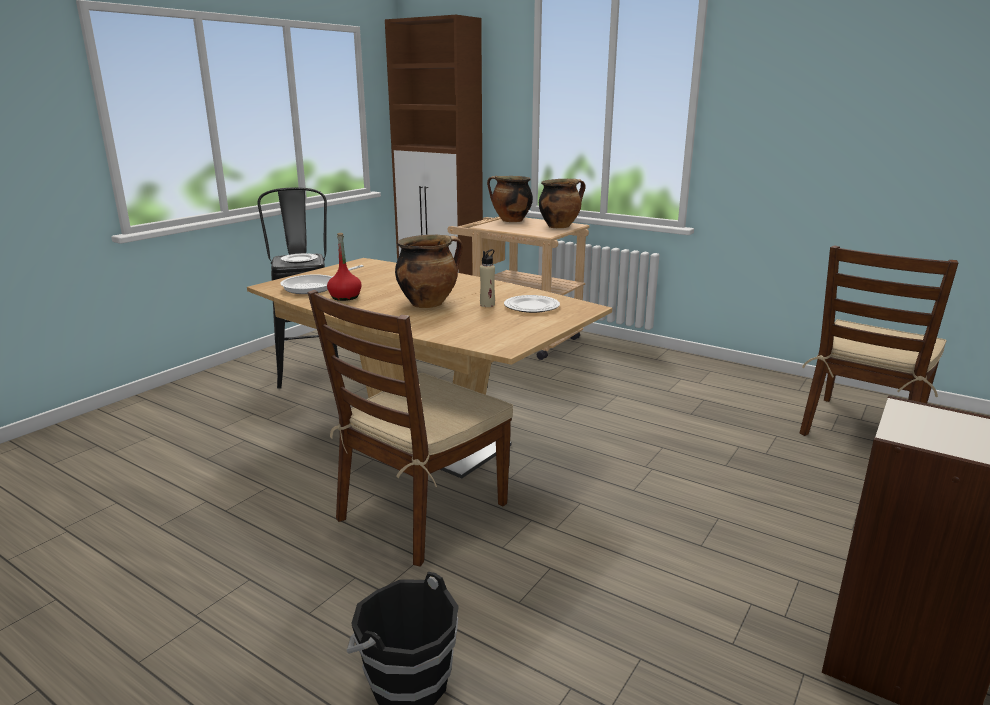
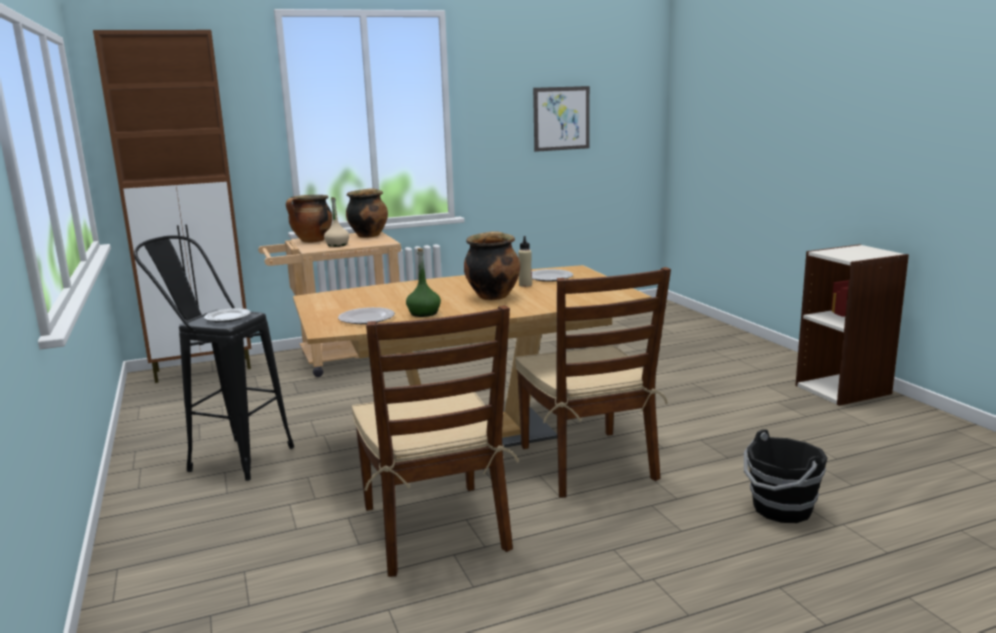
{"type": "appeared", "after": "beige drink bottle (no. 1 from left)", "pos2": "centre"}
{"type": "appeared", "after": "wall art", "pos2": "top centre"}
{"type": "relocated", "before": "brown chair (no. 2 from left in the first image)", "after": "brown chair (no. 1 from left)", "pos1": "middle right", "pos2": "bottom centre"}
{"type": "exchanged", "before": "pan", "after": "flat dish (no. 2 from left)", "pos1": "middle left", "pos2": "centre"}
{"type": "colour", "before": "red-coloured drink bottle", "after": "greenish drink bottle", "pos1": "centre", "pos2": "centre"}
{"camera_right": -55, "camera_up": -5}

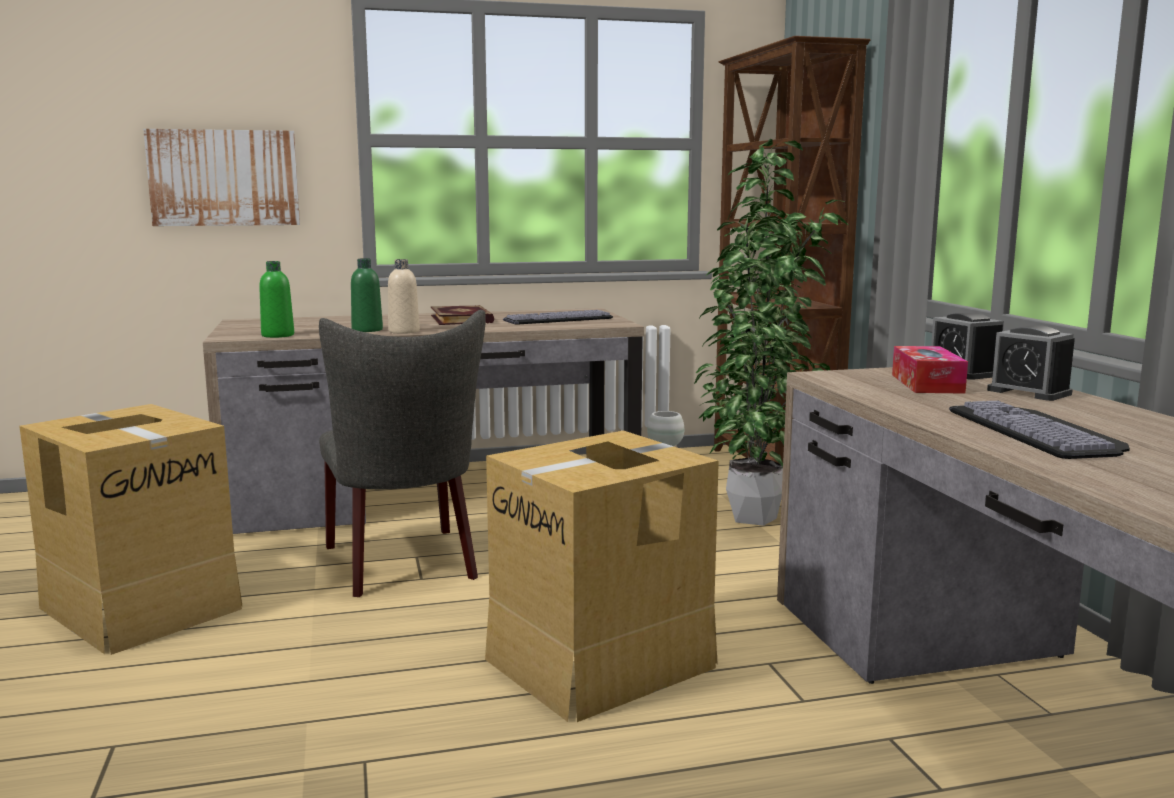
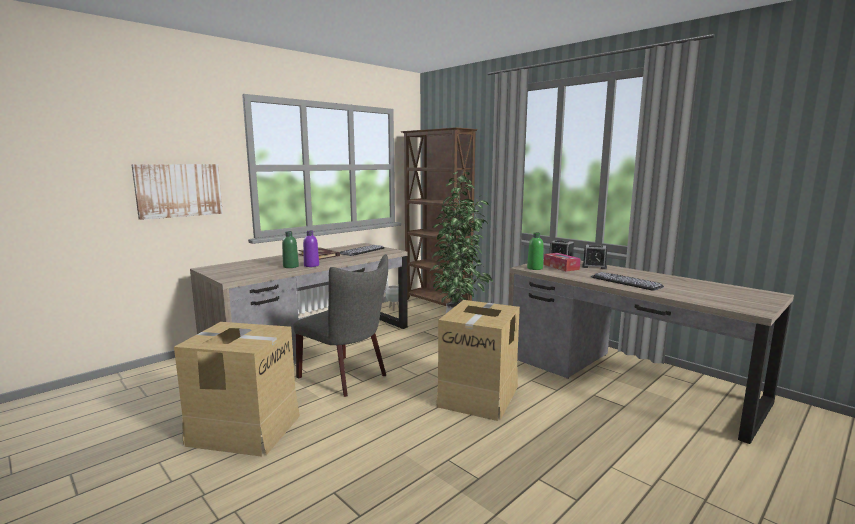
{"type": "relocated", "before": "greenish drink bottle (no. 1 from left in the first image)", "after": "greenish drink bottle (no. 2 from left)", "pos1": "middle left", "pos2": "centre"}
{"type": "colour", "before": "beige drink bottle", "after": "purplish drink bottle", "pos1": "centre", "pos2": "centre"}
{"camera_right": -30, "camera_up": 0}

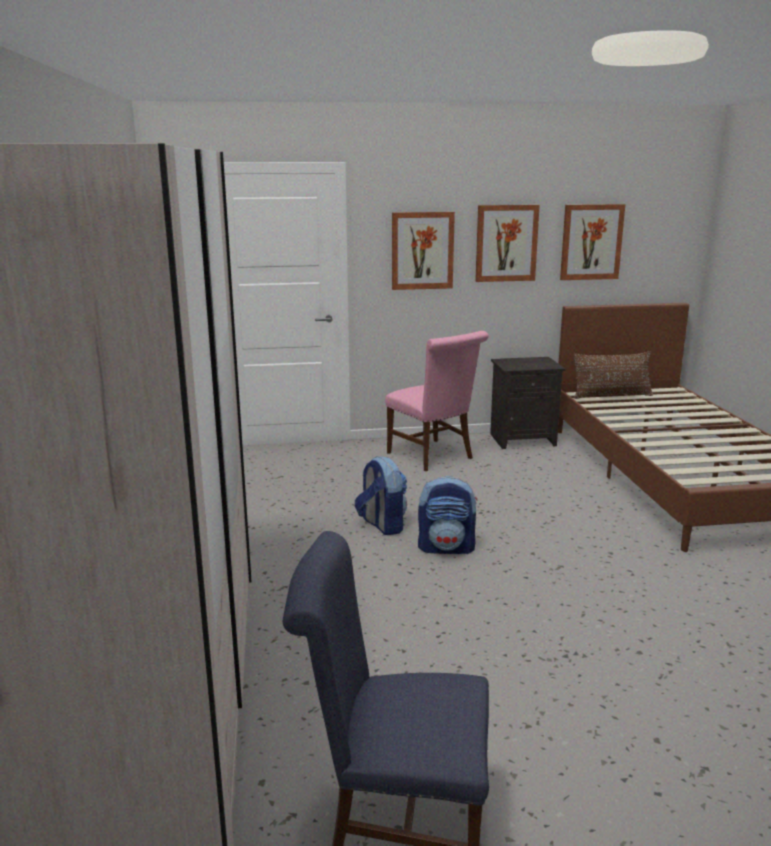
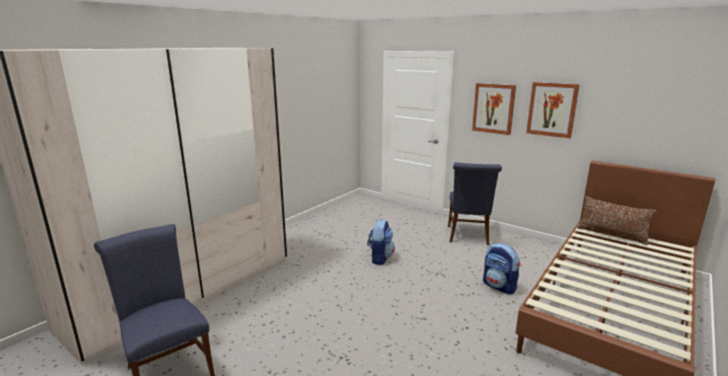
{"type": "missing", "before": "blackish night table", "pos1": "middle right"}
{"type": "missing", "before": "wall art (no. 3 from left)", "pos1": "top right"}
{"type": "relocated", "before": "knapsack (no. 2 from left)", "pos1": "centre", "pos2": "bottom right"}
{"type": "colour", "before": "pink chair", "after": "blue chair (no. 2 from left)", "pos1": "centre", "pos2": "centre"}
{"camera_right": 45, "camera_up": 0}

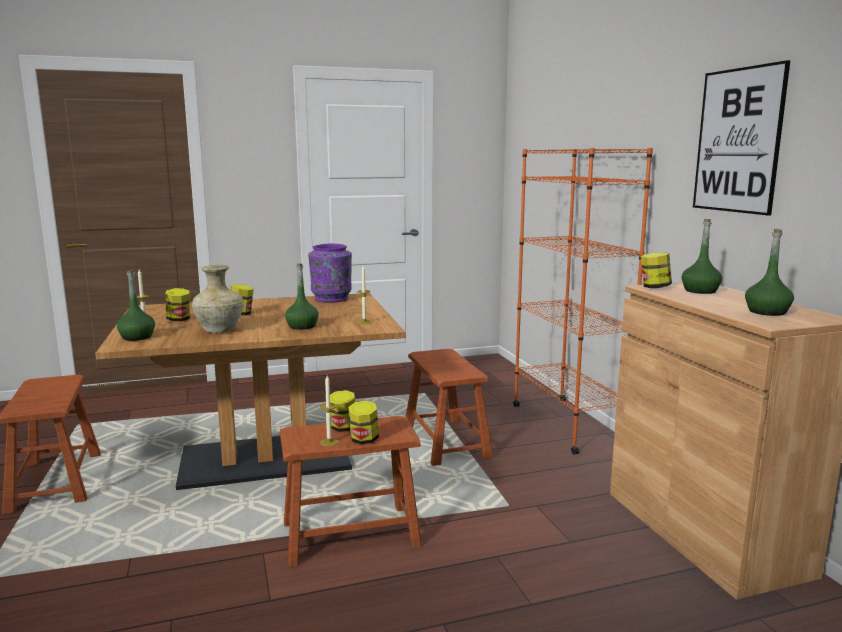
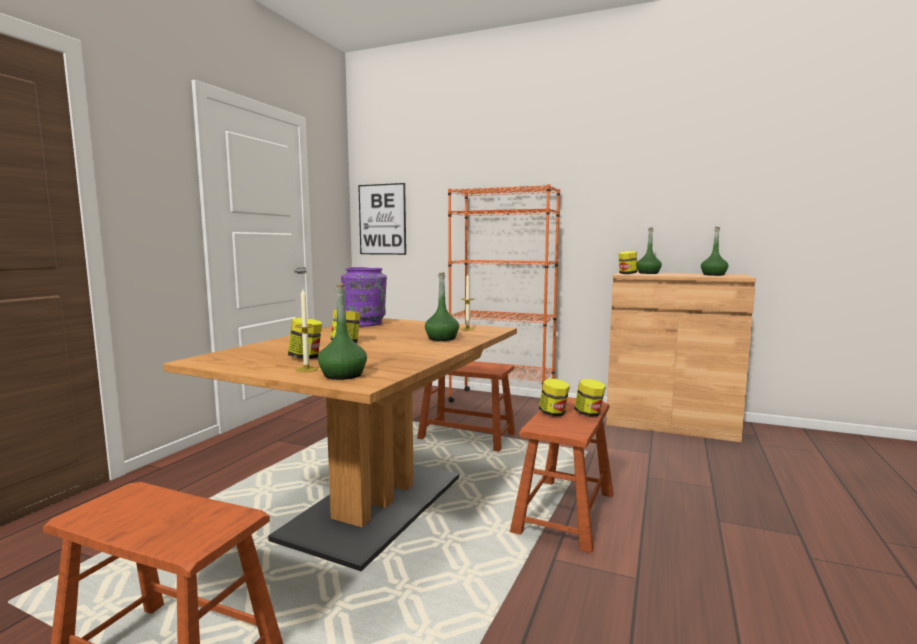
{"type": "missing", "before": "beige vase", "pos1": "middle left"}
{"type": "missing", "before": "wax candle (no. 2 from left)", "pos1": "centre"}
{"type": "relocated", "before": "wall art", "pos1": "top right", "pos2": "centre"}
{"camera_right": -50, "camera_up": -5}

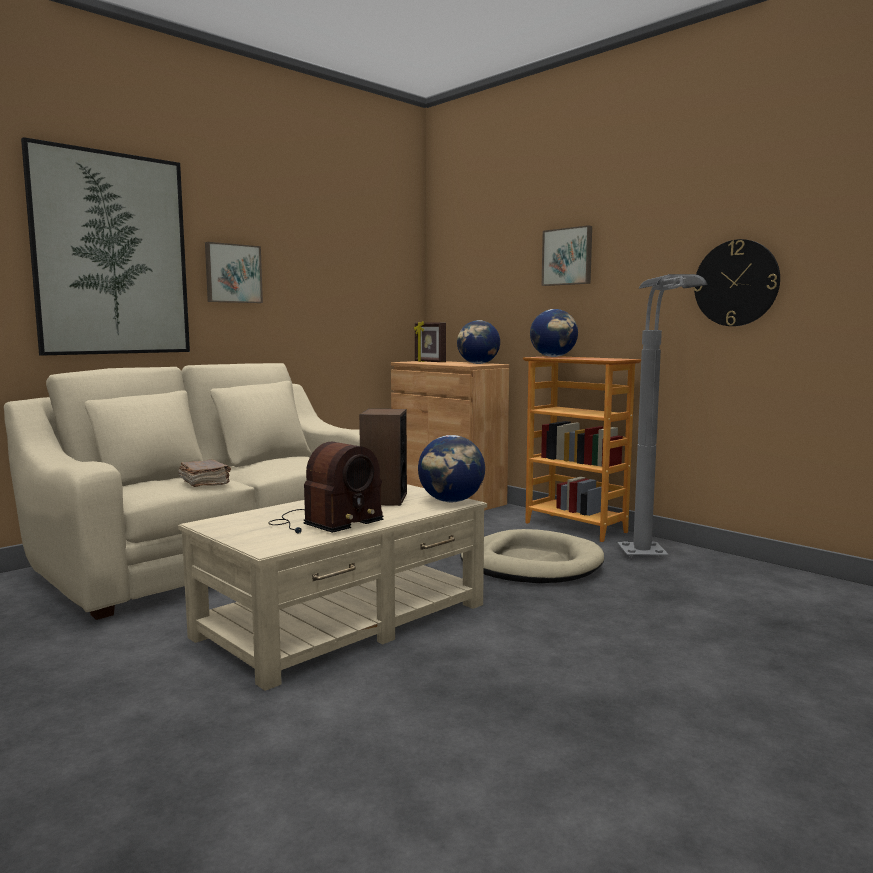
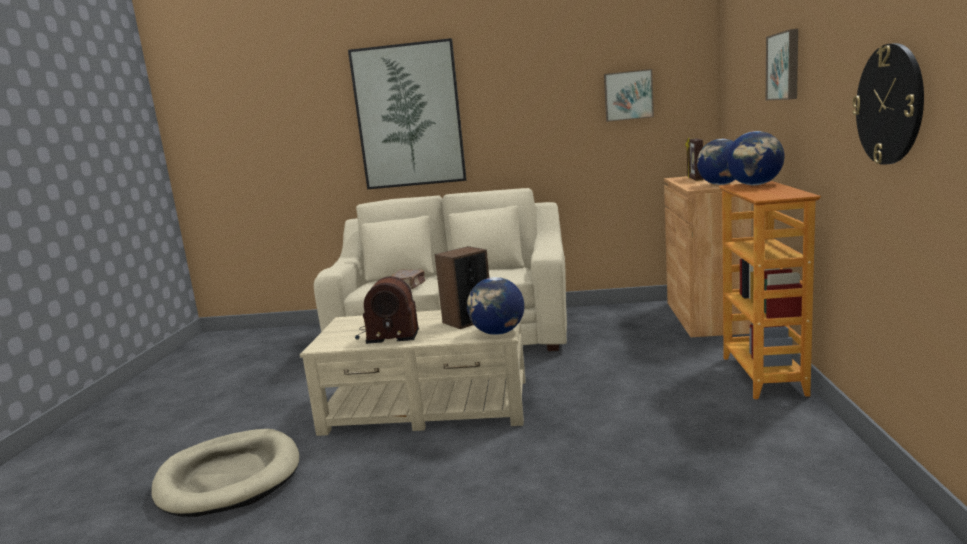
{"type": "missing", "before": "gray floor lamp", "pos1": "middle right"}
{"type": "relocated", "before": "wall art (no. 2 from left)", "pos1": "top left", "pos2": "top centre"}
{"type": "relocated", "before": "beige dog cushion", "pos1": "centre", "pos2": "bottom left"}
{"camera_right": 50, "camera_up": 5}

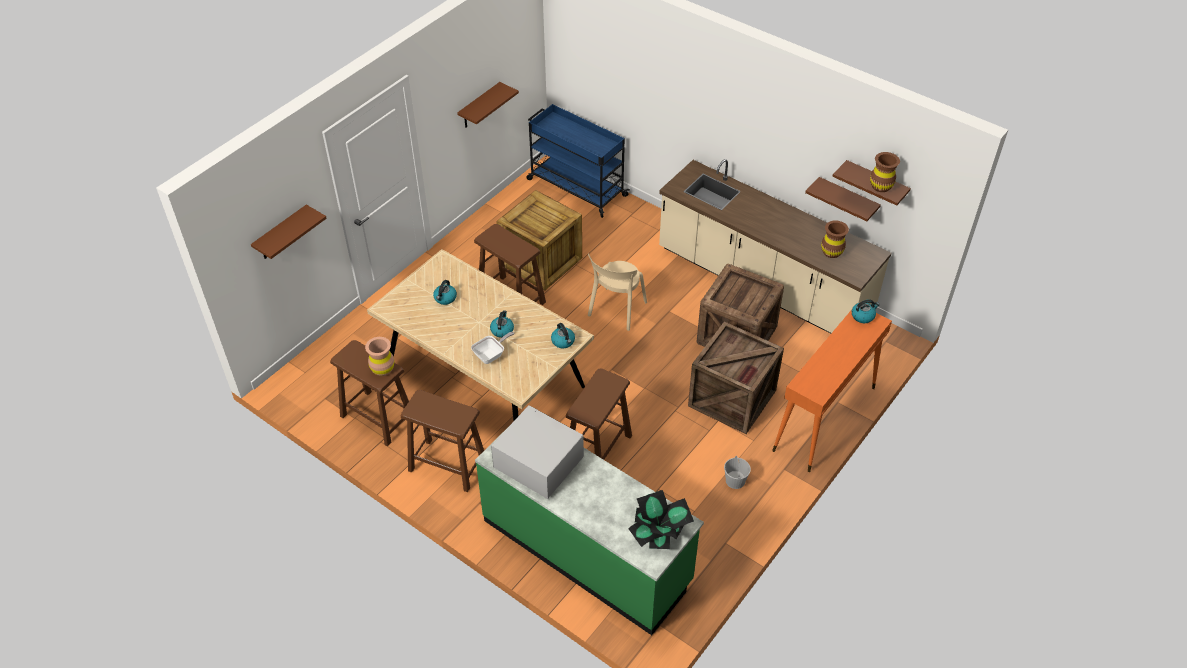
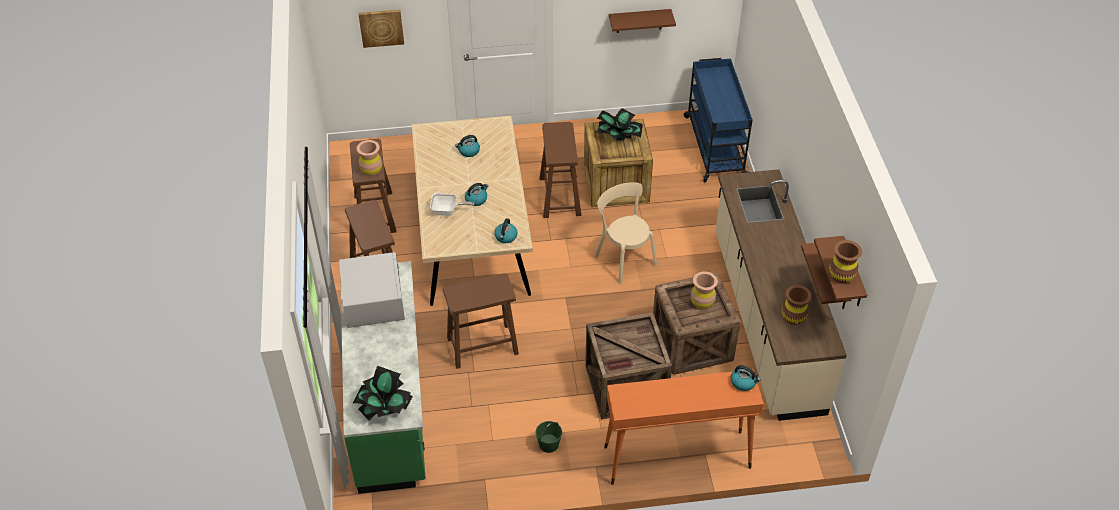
{"type": "appeared", "after": "houseplant (no. 2 from left)", "pos2": "top centre"}
{"type": "appeared", "after": "brown vase (no. 2 from left)", "pos2": "centre"}
{"type": "exchanged", "before": "brown wall shelf (no. 1 from left)", "after": "wall art", "pos1": "middle left", "pos2": "top centre"}
{"type": "colour", "before": "white water bucket", "after": "greenish water bucket", "pos1": "bottom centre", "pos2": "bottom centre"}
{"type": "spun", "before": "beige chair", "pos1": "centre", "pos2": "centre", "turn": 75}
{"camera_right": 45, "camera_up": 0}

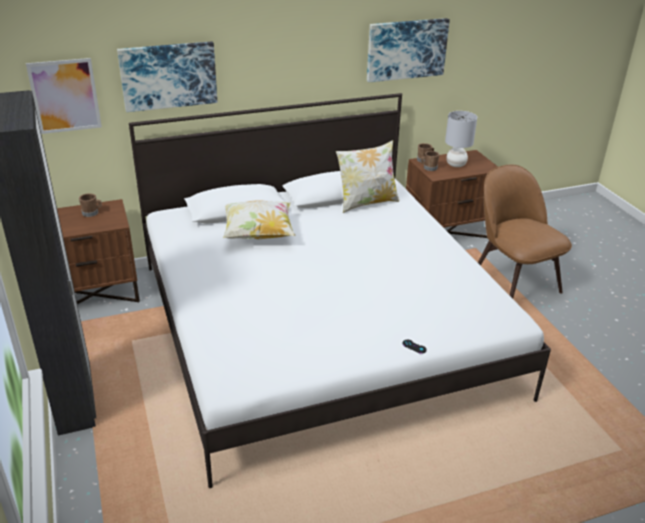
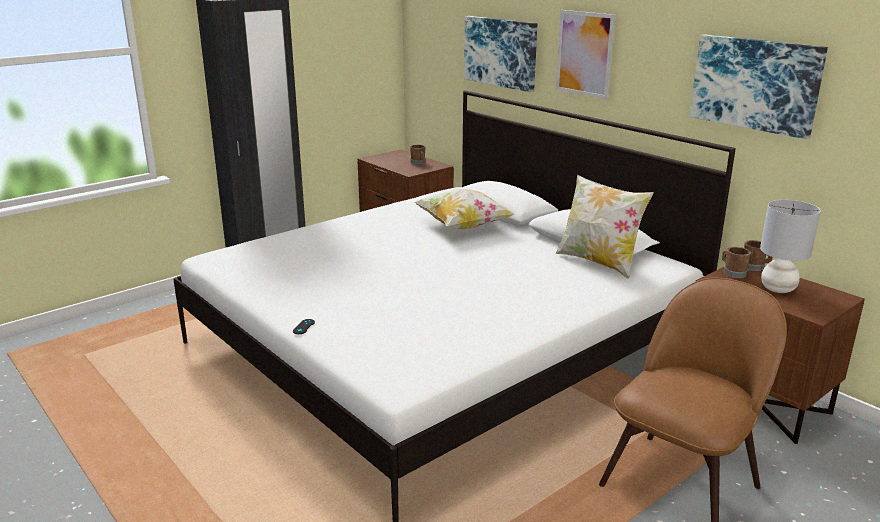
{"type": "relocated", "before": "wall art (no. 1 from left in the first image)", "after": "wall art (no. 2 from left)", "pos1": "top left", "pos2": "top centre"}
{"camera_right": 70, "camera_up": -10}

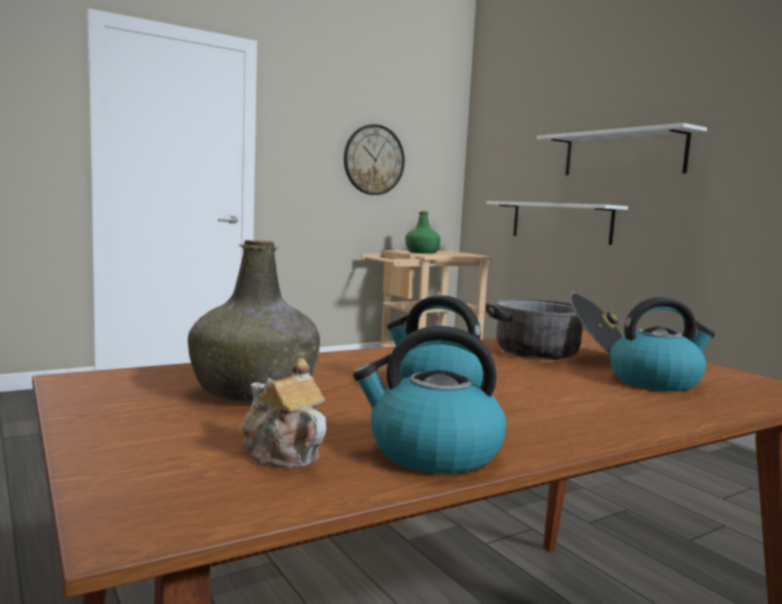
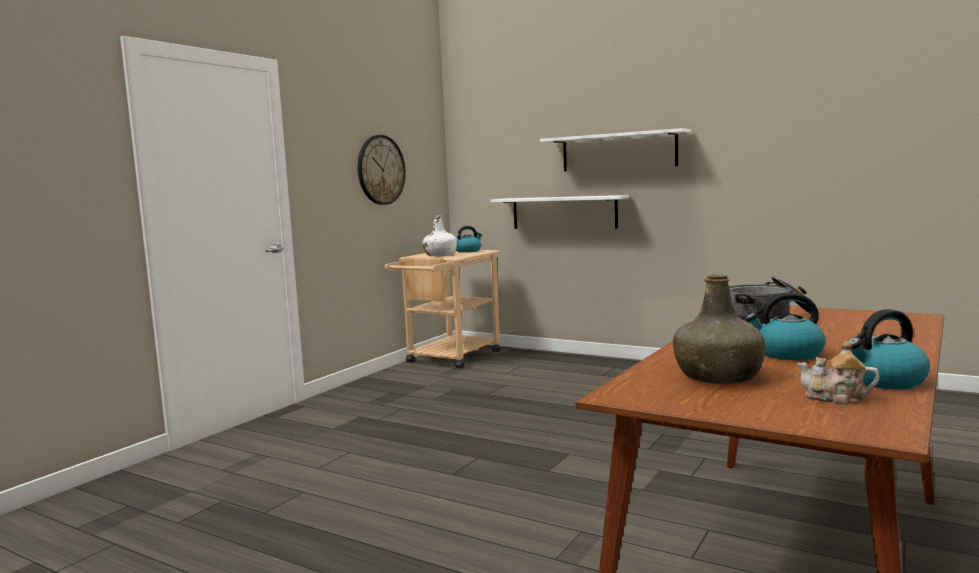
{"type": "relocated", "before": "water kettle (no. 3 from left in the first image)", "after": "water kettle (no. 1 from left)", "pos1": "middle right", "pos2": "centre"}
{"type": "colour", "before": "greenish drink bottle (no. 2 from left)", "after": "white drink bottle", "pos1": "centre", "pos2": "centre"}
{"camera_right": -25, "camera_up": 0}

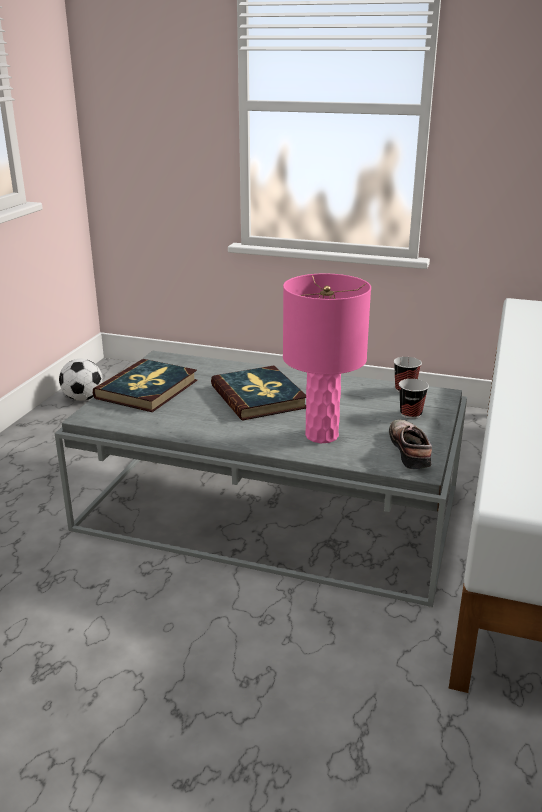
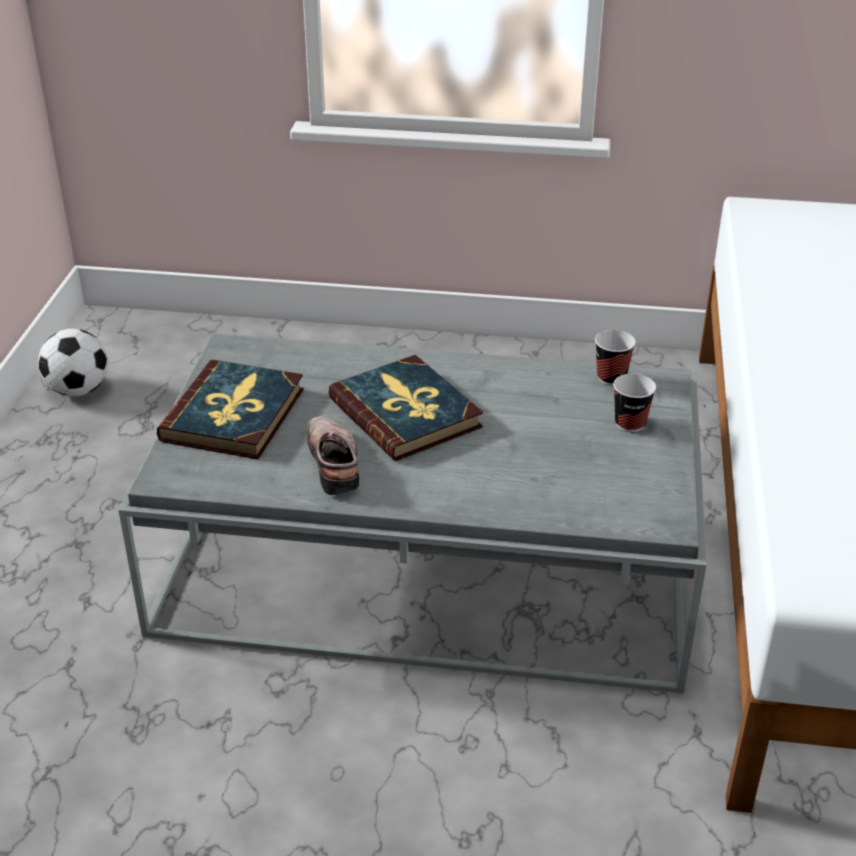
{"type": "missing", "before": "pink tabletop lamp", "pos1": "centre"}
{"type": "relocated", "before": "item of footwear", "pos1": "middle right", "pos2": "centre"}
{"camera_right": -10, "camera_up": 10}

